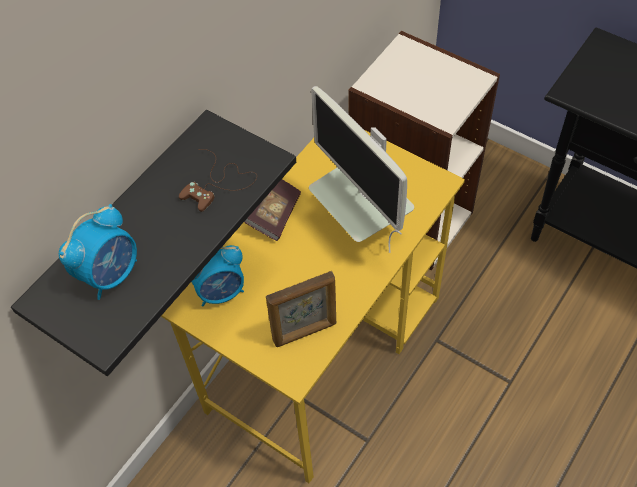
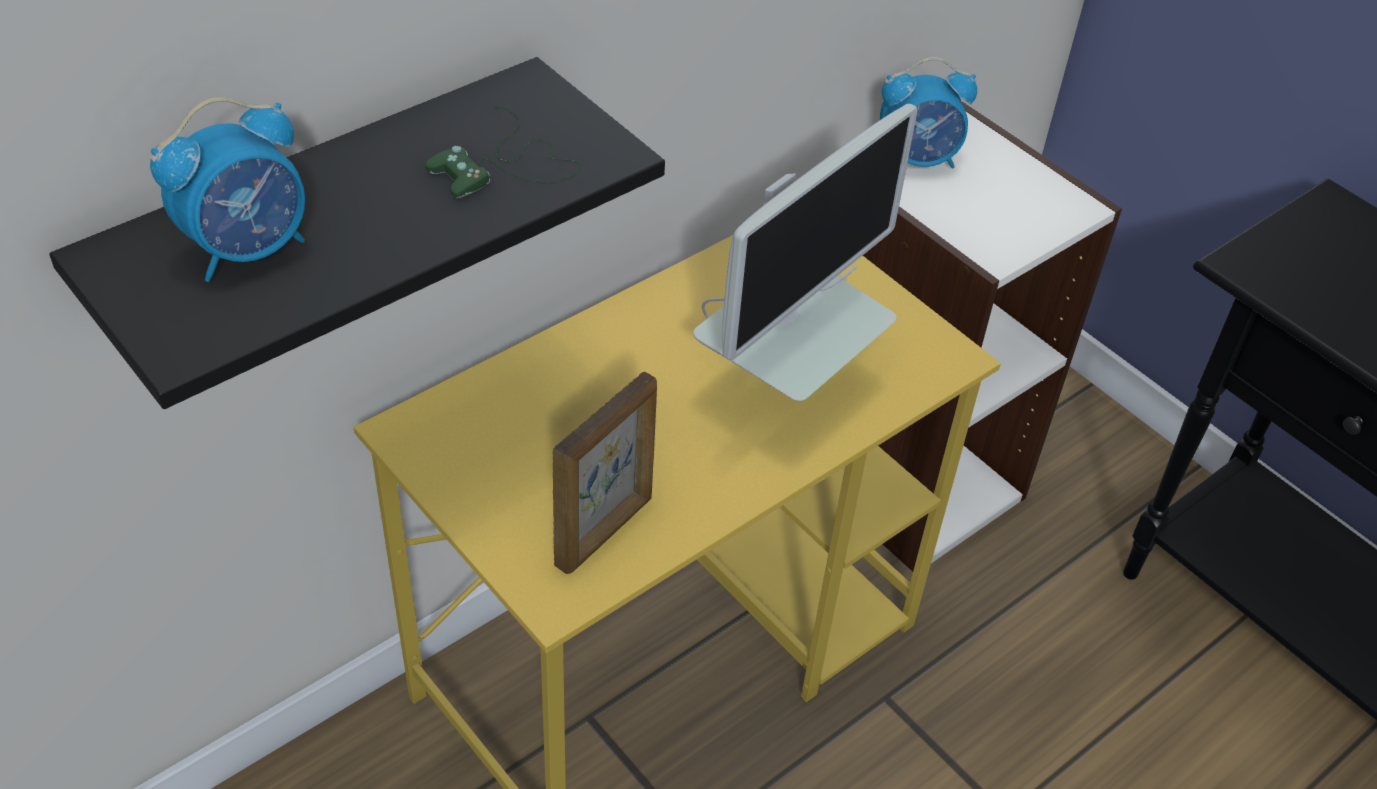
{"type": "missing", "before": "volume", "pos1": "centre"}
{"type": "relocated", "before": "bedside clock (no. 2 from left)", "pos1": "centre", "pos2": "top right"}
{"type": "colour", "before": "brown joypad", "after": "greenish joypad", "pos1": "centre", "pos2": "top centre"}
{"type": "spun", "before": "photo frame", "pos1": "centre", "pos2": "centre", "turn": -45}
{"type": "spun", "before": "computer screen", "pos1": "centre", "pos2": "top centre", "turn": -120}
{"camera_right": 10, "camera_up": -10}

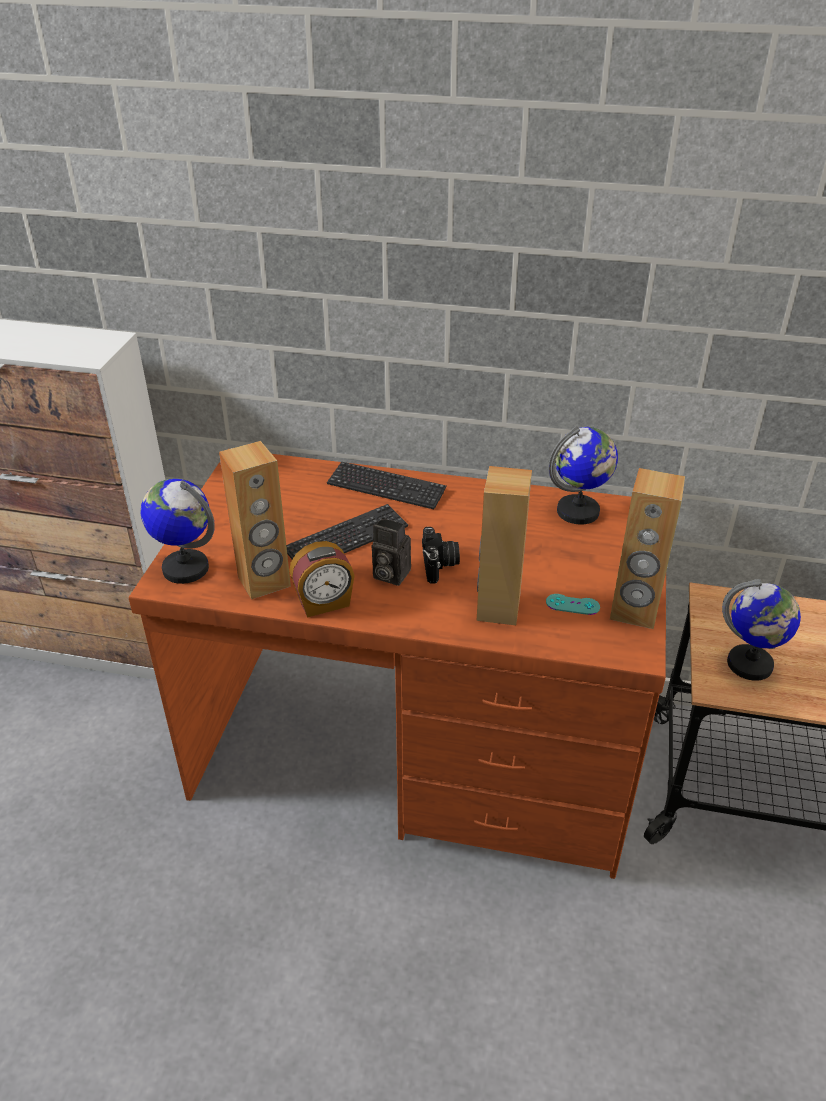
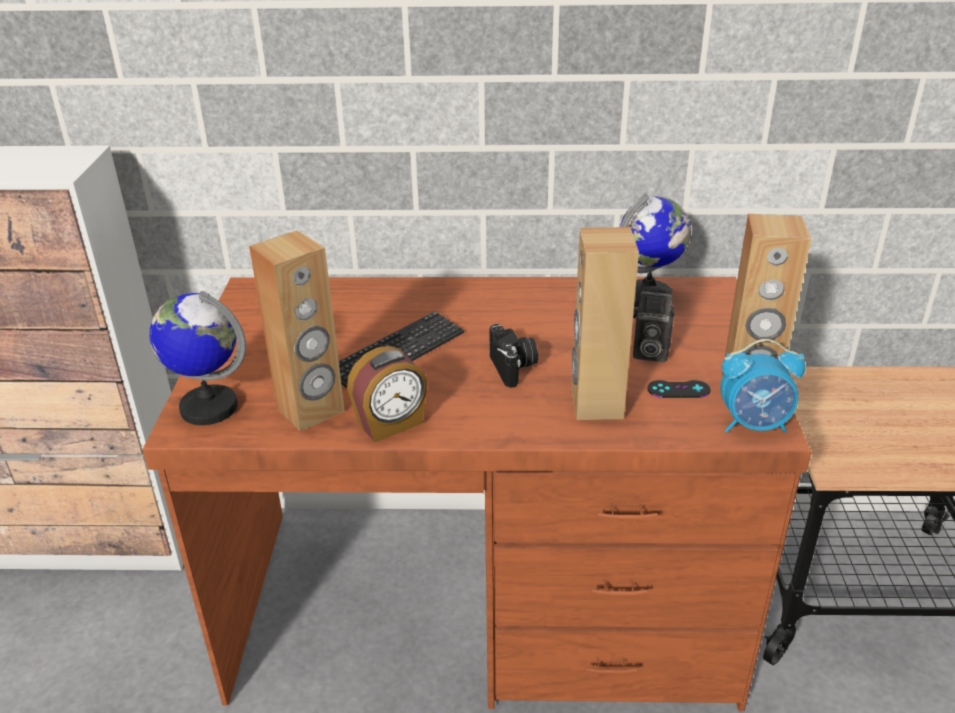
{"type": "missing", "before": "PC keyboard (no. 2 from left)", "pos1": "centre"}
{"type": "missing", "before": "globe (no. 3 from left)", "pos1": "middle right"}
{"type": "appeared", "after": "bedside clock (no. 2 from left)", "pos2": "middle right"}
{"type": "relocated", "before": "still camera (no. 1 from left in the first image)", "after": "still camera (no. 2 from left)", "pos1": "centre", "pos2": "middle right"}
{"type": "colour", "before": "blue-green joypad", "after": "blackish joypad", "pos1": "middle right", "pos2": "middle right"}
{"camera_right": -10, "camera_up": -5}

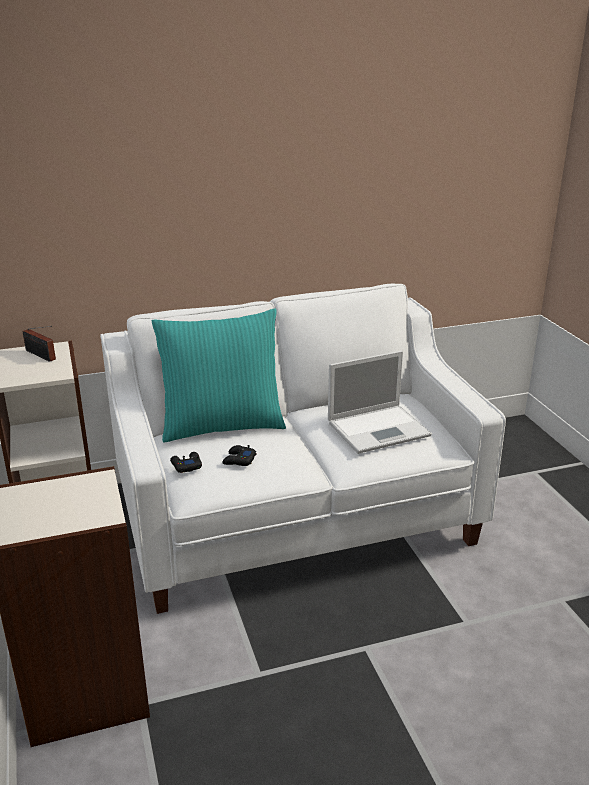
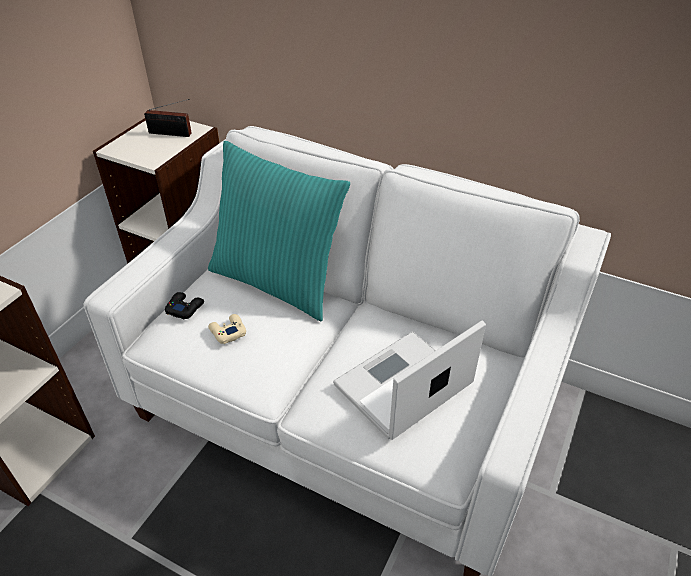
{"type": "colour", "before": "blackish joypad (no. 2 from left)", "after": "beige joypad", "pos1": "centre", "pos2": "middle left"}
{"type": "spun", "before": "radio", "pos1": "middle left", "pos2": "top left", "turn": -75}
{"type": "spun", "before": "notebook computer", "pos1": "centre", "pos2": "centre", "turn": 120}
{"camera_right": 45, "camera_up": 15}

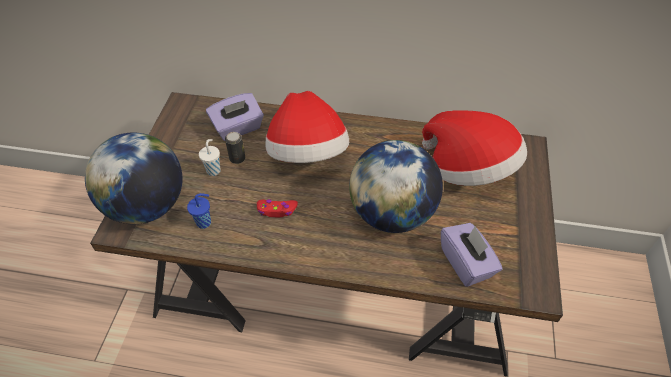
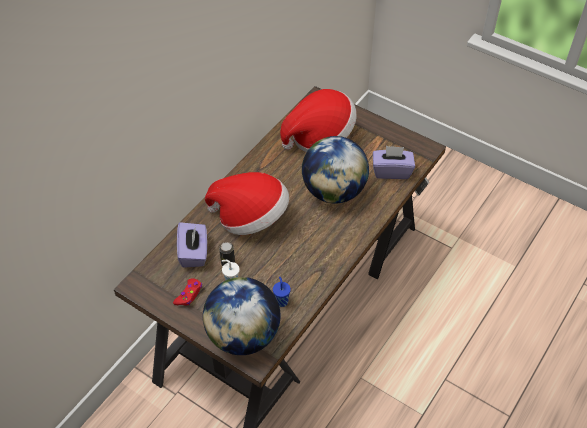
{"type": "relocated", "before": "red-coloured joypad", "pos1": "centre", "pos2": "bottom left"}
{"camera_right": -65, "camera_up": 0}

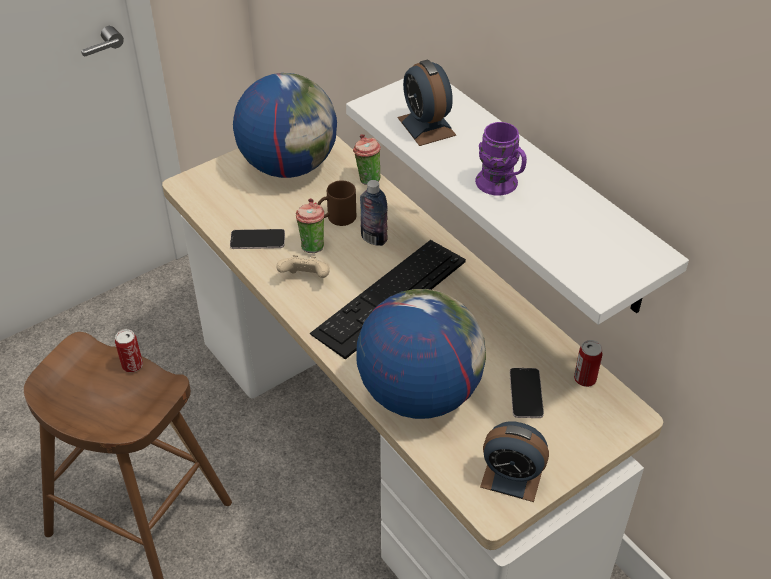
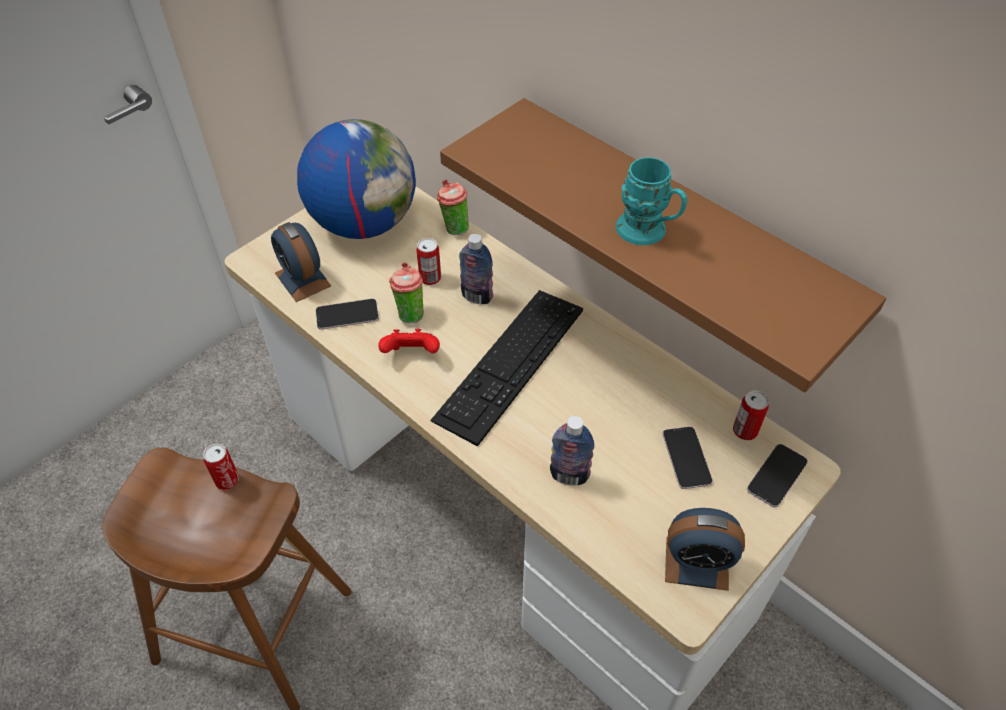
{"type": "appeared", "after": "phone (no. 3 from left)", "pos2": "bottom right"}
{"type": "relocated", "before": "bedside clock (no. 1 from left)", "pos1": "top centre", "pos2": "middle left"}
{"type": "exchanged", "before": "brown mug", "after": "can (no. 2 from left)", "pos1": "centre", "pos2": "centre"}
{"type": "exchanged", "before": "globe (no. 2 from left)", "after": "drink bottle (no. 2 from left)", "pos1": "centre", "pos2": "centre"}
{"type": "colour", "before": "beige joypad", "after": "red-coloured joypad", "pos1": "centre", "pos2": "centre"}
{"type": "colour", "before": "white wall shelf", "after": "brown wall shelf", "pos1": "middle right", "pos2": "centre"}
{"type": "colour", "before": "purplish mug", "after": "blue-green mug", "pos1": "top centre", "pos2": "top centre"}
{"camera_right": -10, "camera_up": 5}

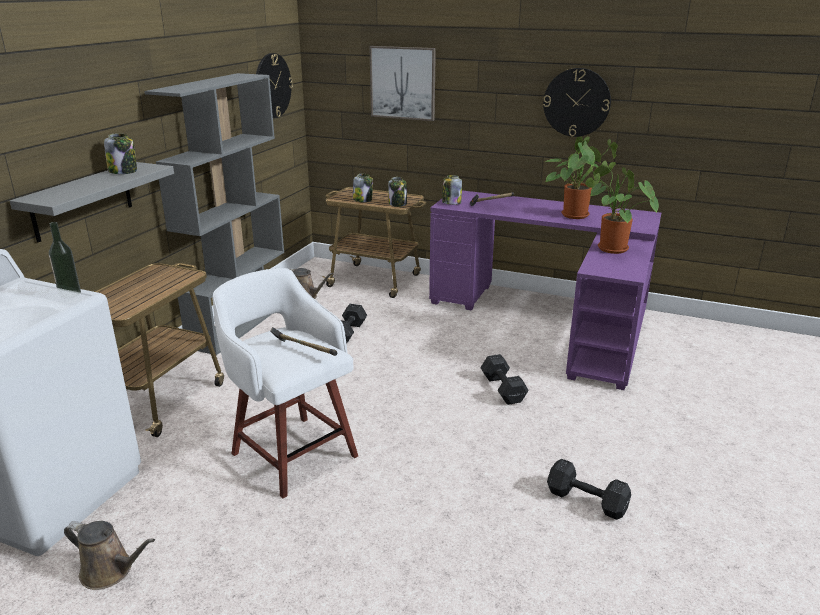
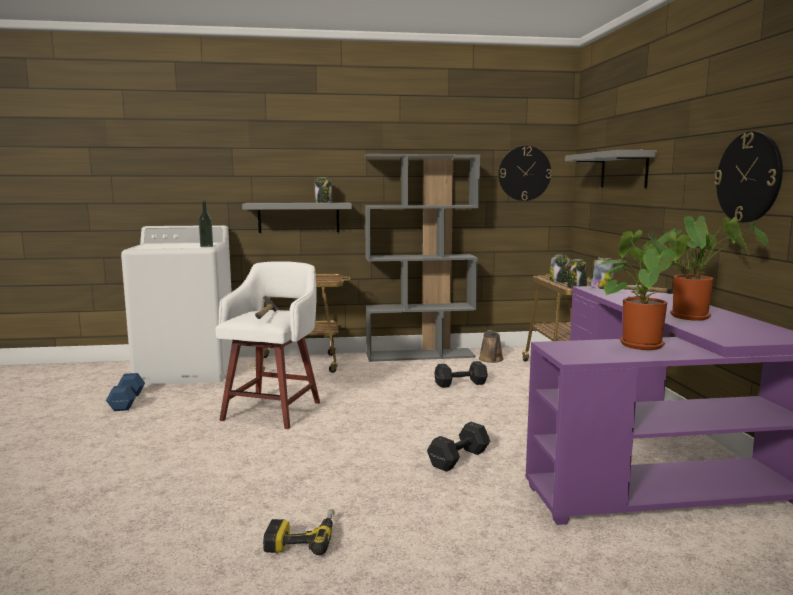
{"type": "exchanged", "before": "brown sprinkling can (no. 1 from left)", "after": "blue dumbbell", "pos1": "bottom left", "pos2": "middle left"}
{"type": "exchanged", "before": "wall art", "after": "gray wall shelf (no. 2 from left)", "pos1": "top centre", "pos2": "top right"}
{"type": "exchanged", "before": "blackish dumbbell (no. 3 from left)", "after": "electric drill", "pos1": "bottom right", "pos2": "bottom centre"}
{"camera_right": 60, "camera_up": -15}

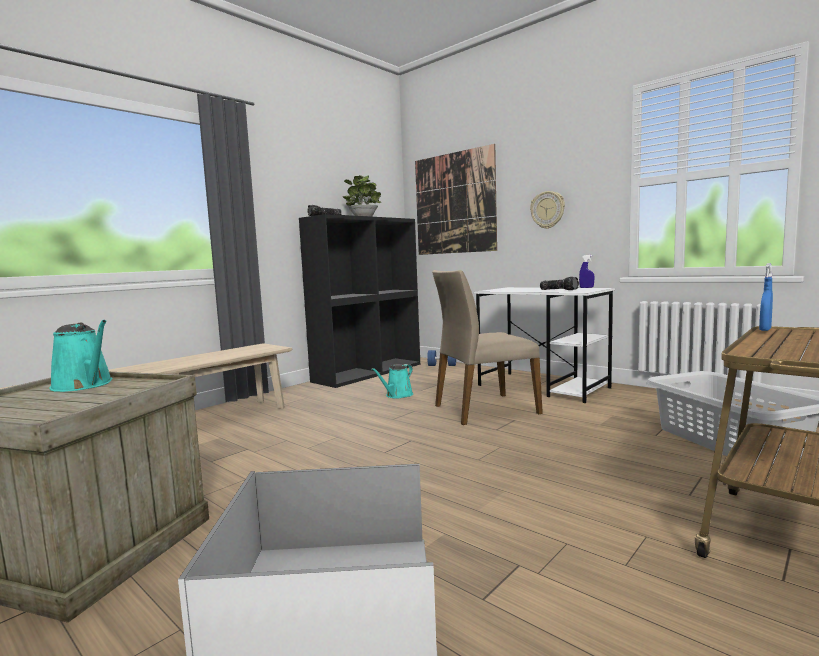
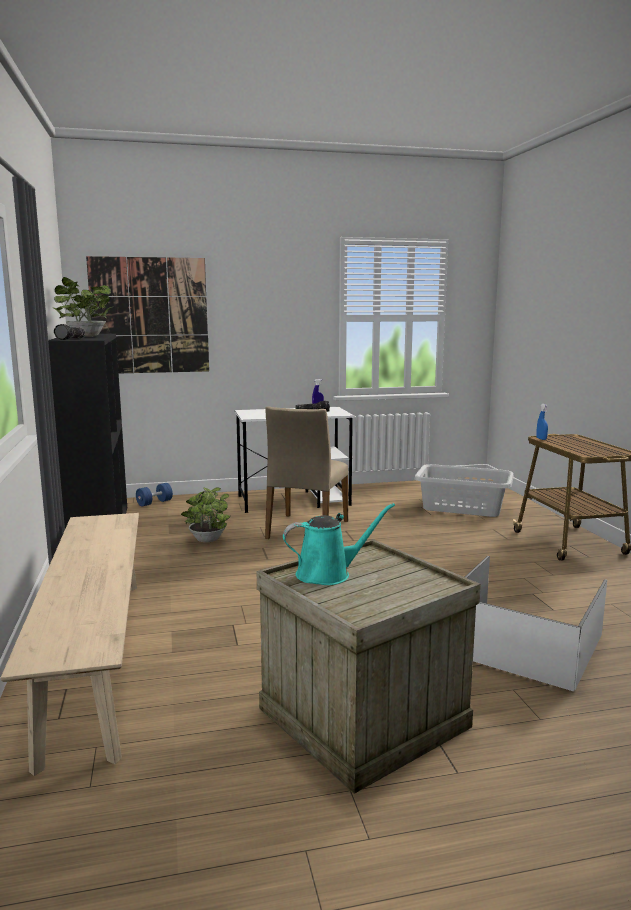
{"type": "missing", "before": "wall clock", "pos1": "top right"}
{"type": "exchanged", "before": "blue-green sprinkling can (no. 2 from left)", "after": "houseplant (no. 2 from left)", "pos1": "centre", "pos2": "middle left"}
{"camera_right": -55, "camera_up": 5}

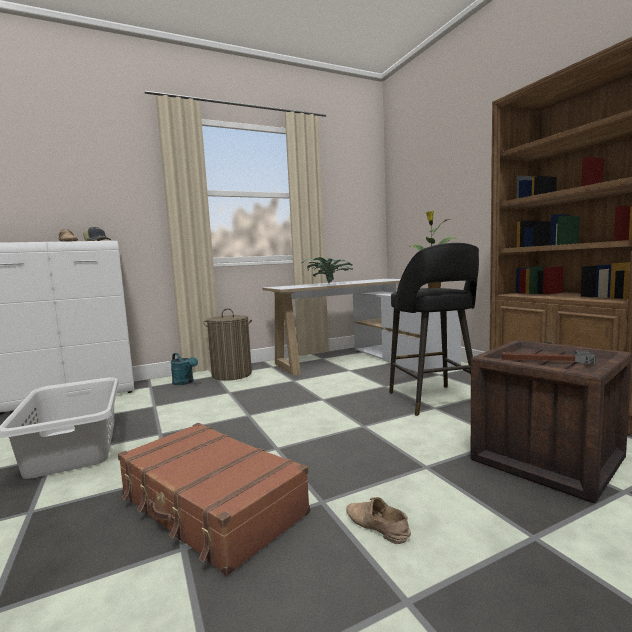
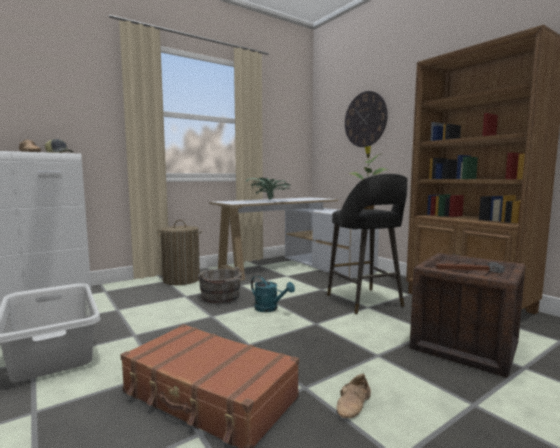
{"type": "appeared", "after": "gray water bucket", "pos2": "centre"}
{"type": "appeared", "after": "wall clock", "pos2": "top centre"}
{"type": "relocated", "before": "blue-green sprinkling can", "pos1": "middle left", "pos2": "centre"}
{"type": "spun", "before": "beige item of footwear (no. 2 from left)", "pos1": "bottom centre", "pos2": "bottom centre", "turn": -90}
{"camera_right": -10, "camera_up": 0}

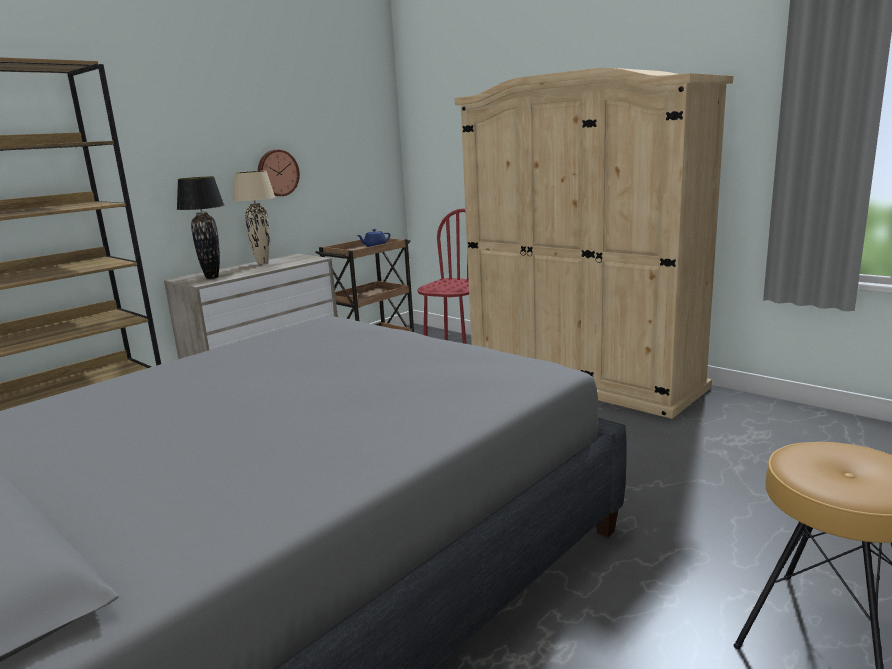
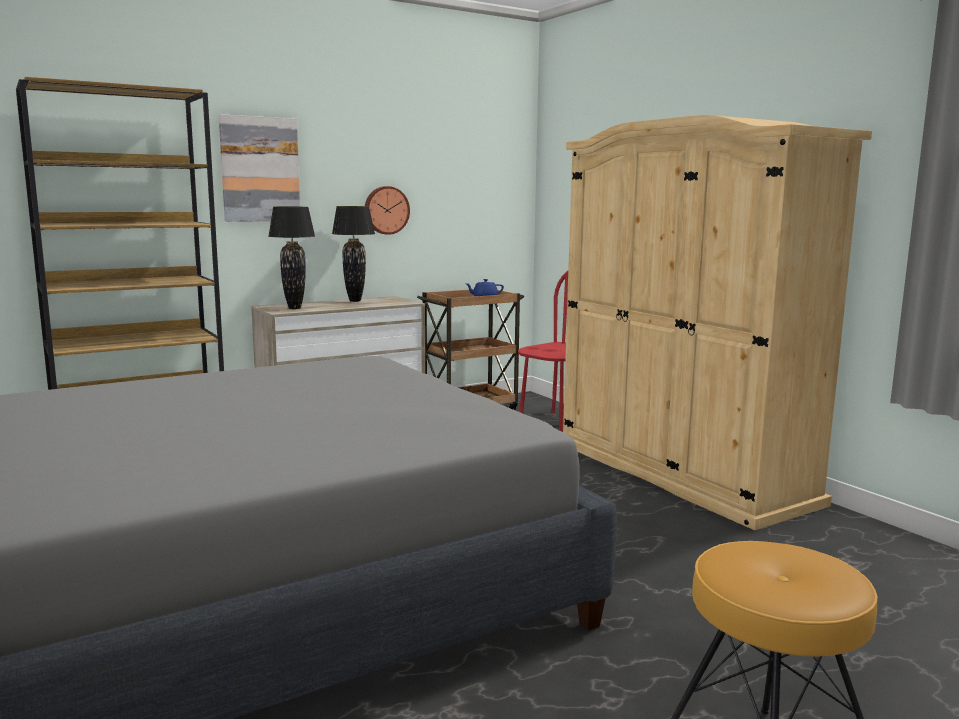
{"type": "appeared", "after": "wall art", "pos2": "top left"}
{"type": "colour", "before": "beige tabletop lamp", "after": "blackish tabletop lamp (no. 2 from left)", "pos1": "top left", "pos2": "centre"}
{"camera_right": 15, "camera_up": -5}

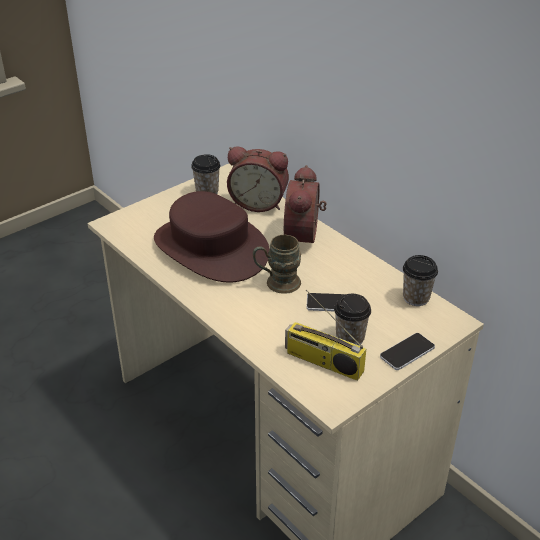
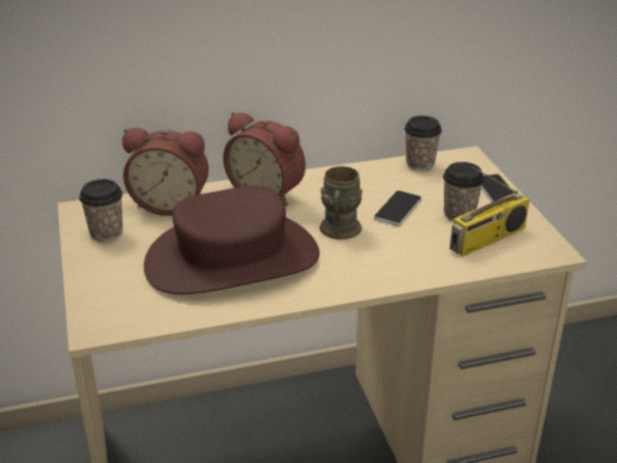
{"type": "spun", "before": "bedside clock (no. 1 from left)", "pos1": "top centre", "pos2": "middle left", "turn": 60}
{"camera_right": -65, "camera_up": -5}

